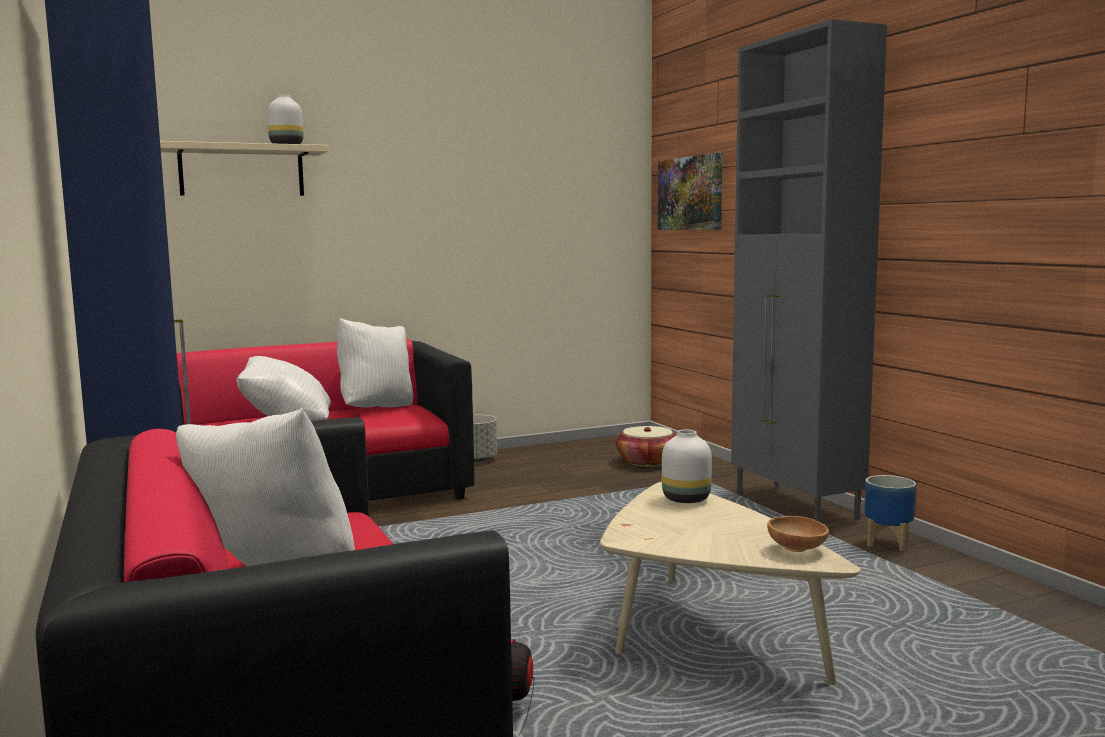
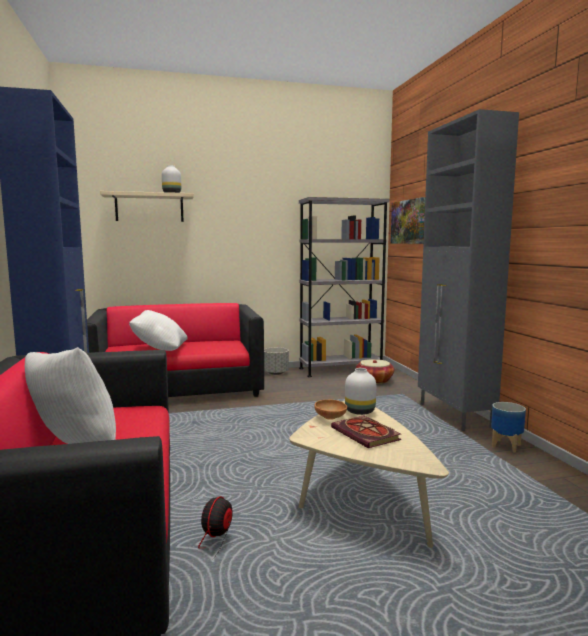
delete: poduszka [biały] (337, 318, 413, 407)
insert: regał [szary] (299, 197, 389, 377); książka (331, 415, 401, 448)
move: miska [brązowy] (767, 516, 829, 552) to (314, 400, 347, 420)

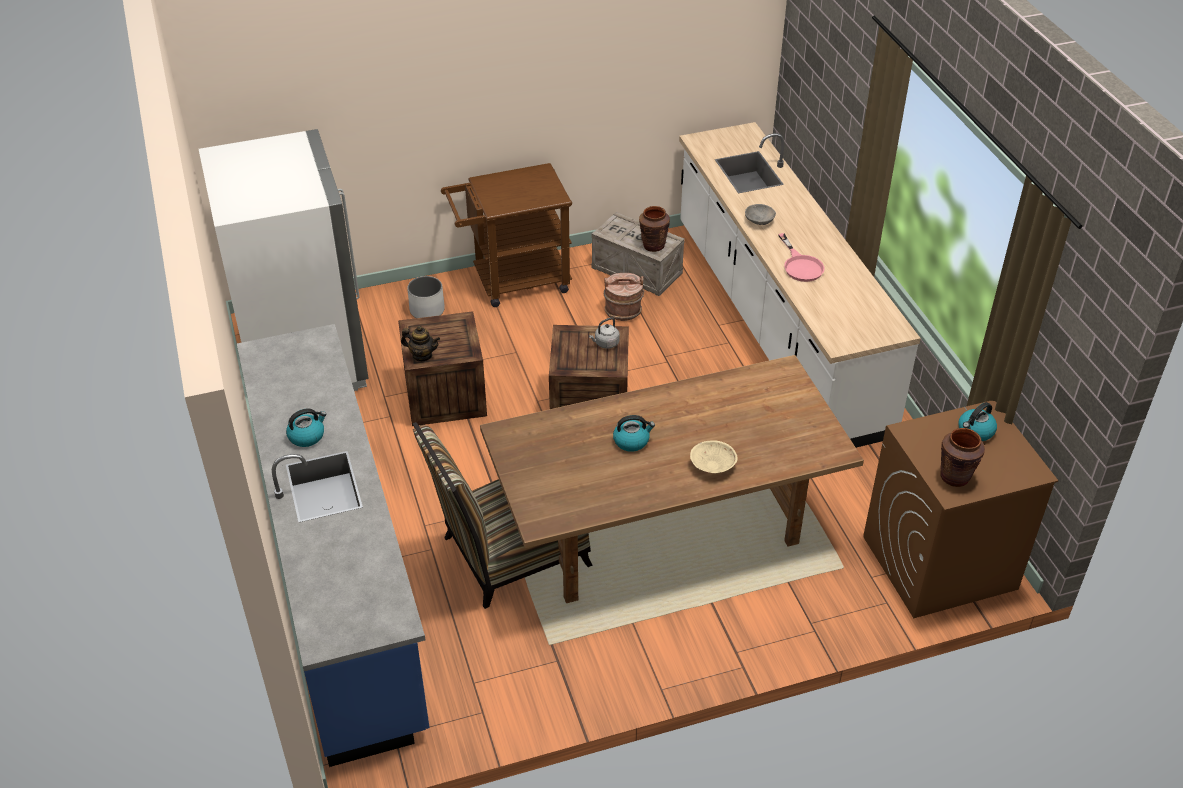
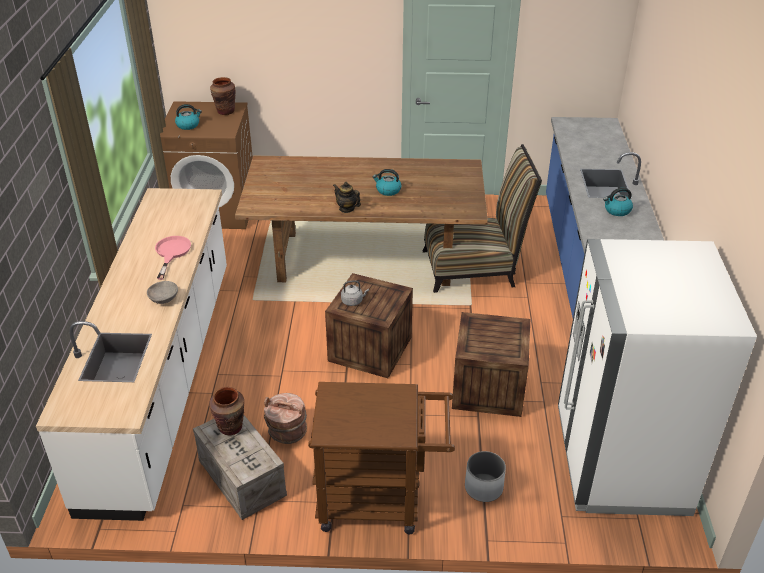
delete: miska [beżowy] (690, 440, 738, 473)
move: imbryk (401, 326, 440, 361) to (333, 182, 361, 213)

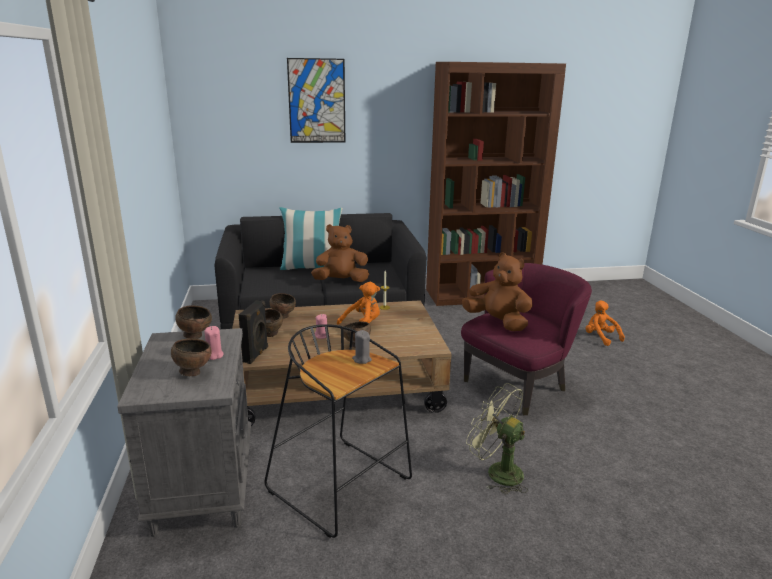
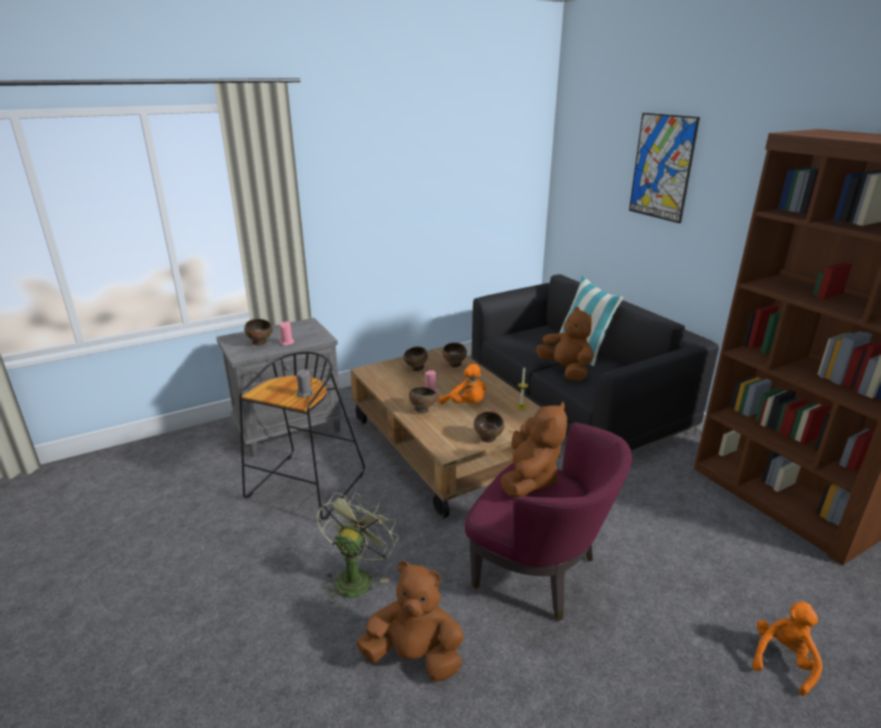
delete: głośnik [czarny] (239, 300, 268, 364)
insert: pluszak [brązowy] (356, 561, 464, 681)
move: miska [brązowy] (175, 305, 212, 339) to (474, 411, 505, 443)

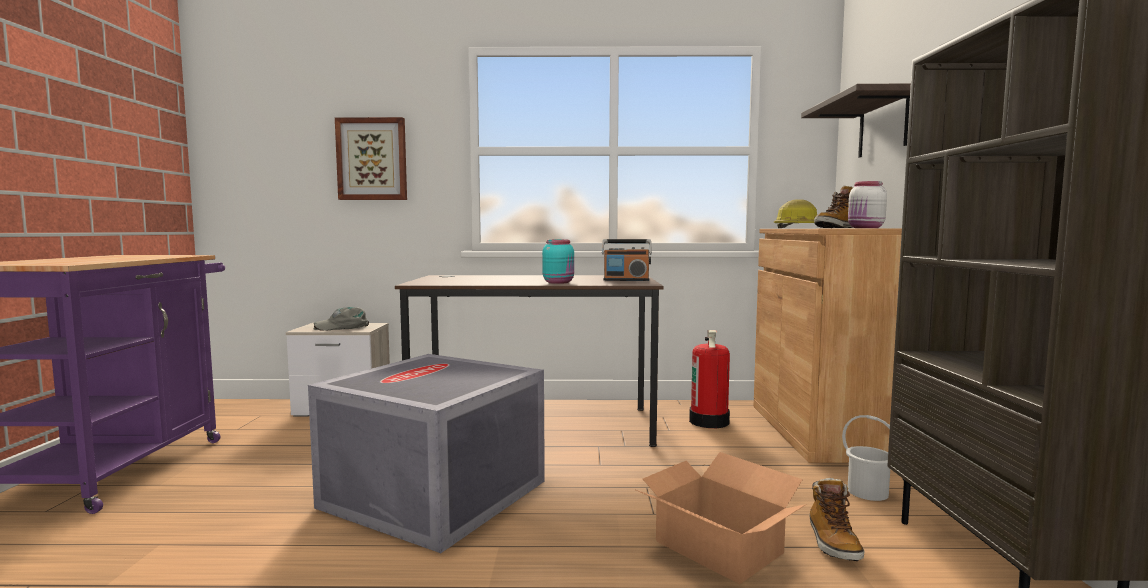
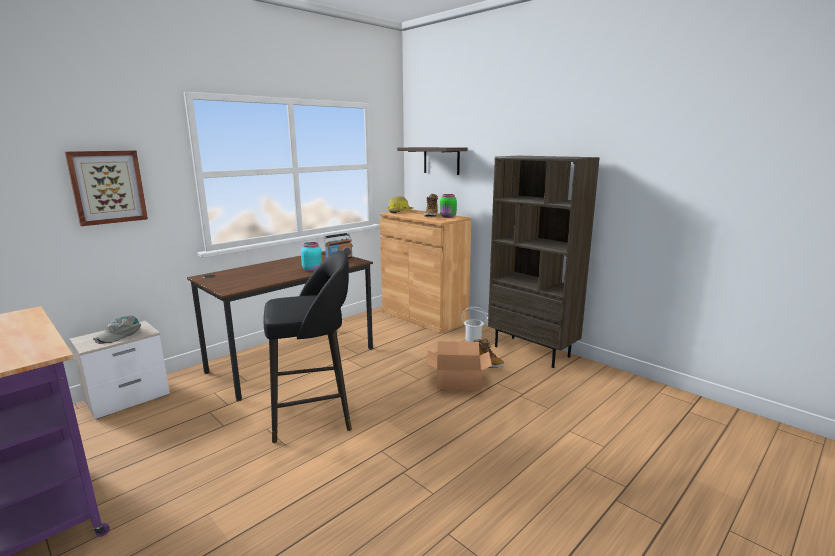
delete: gaśnica (689, 330, 730, 428)
replace: pojemnik do przechowywania [szary] (308, 354, 545, 553) to stołek [czarny] (263, 251, 352, 443)
recolor: słoik [biały] (848, 181, 887, 228) to słoik [zielony] (440, 194, 457, 218)

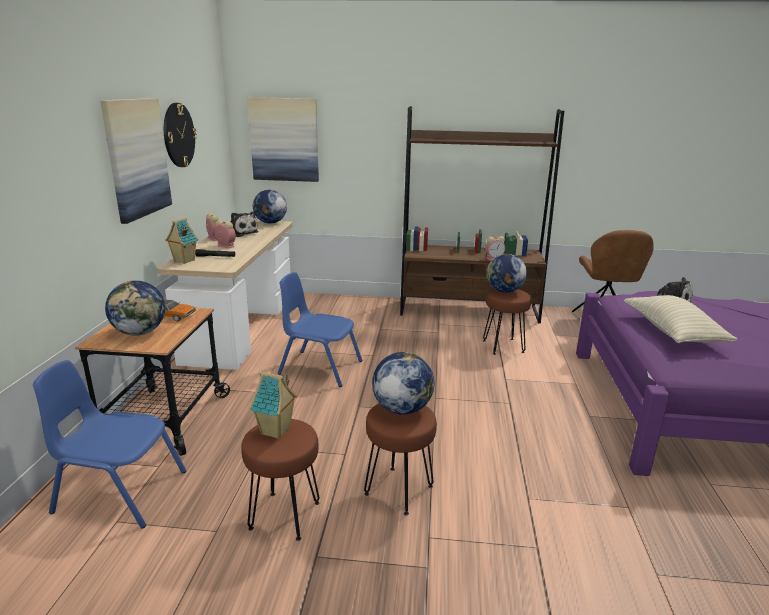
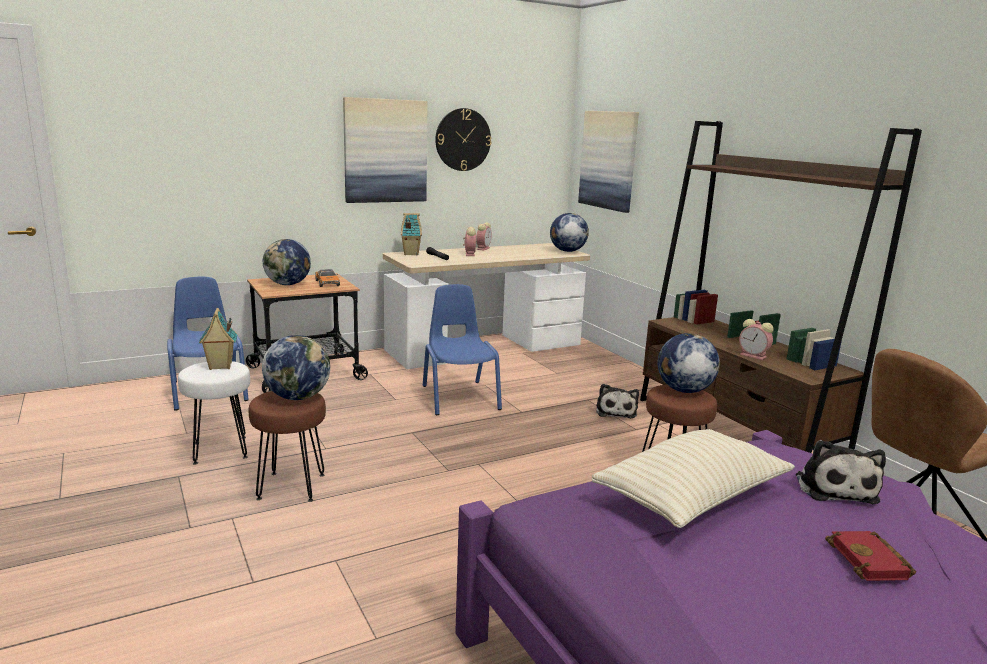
insert: książka [czerwony] (825, 531, 916, 581)
move: pluszak (230, 212, 259, 237) to (596, 384, 639, 418)
recolor: stołek [brązowy] (241, 419, 319, 541) to stołek [biały] (178, 361, 250, 465)

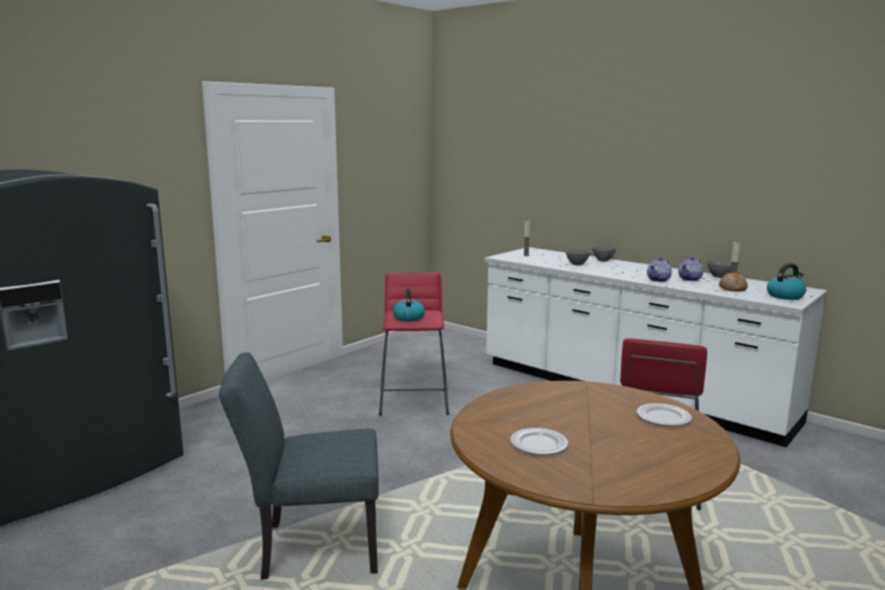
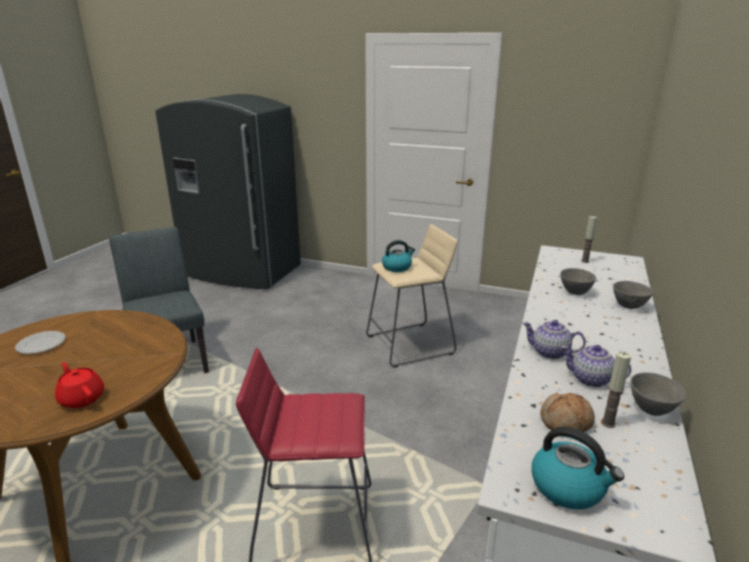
replace: talerz (637, 403, 692, 426) to imbryk [czerwony] (55, 362, 104, 408)
recolor: stołek [czerwony] (379, 272, 449, 416) to stołek [beżowy] (366, 224, 458, 368)

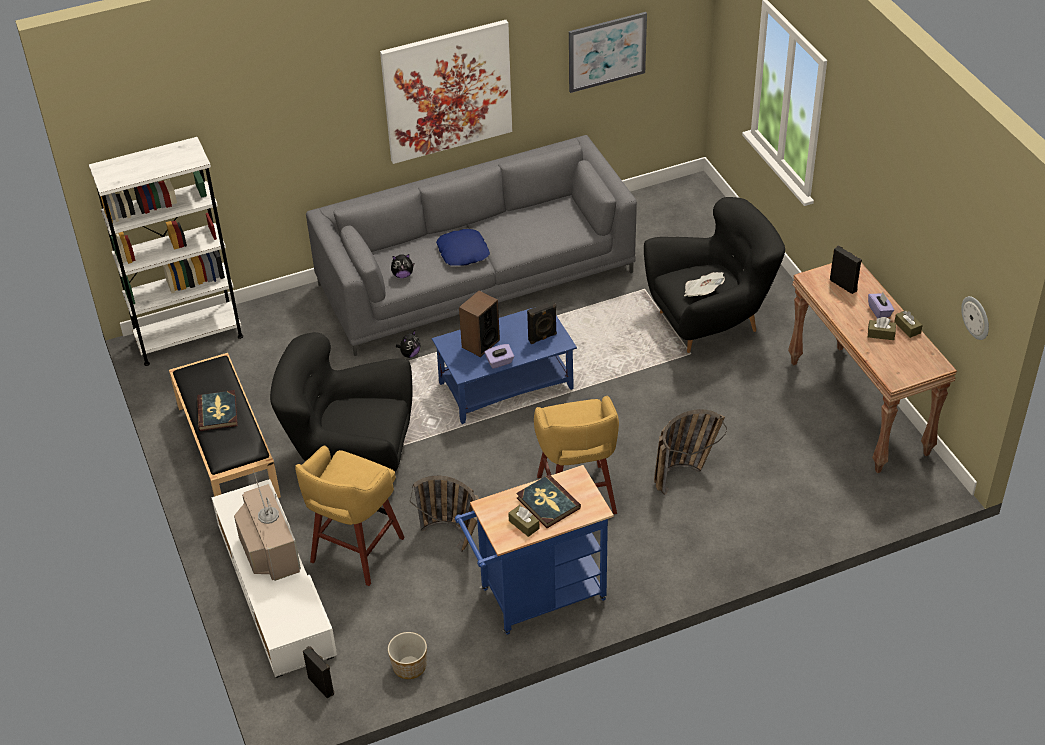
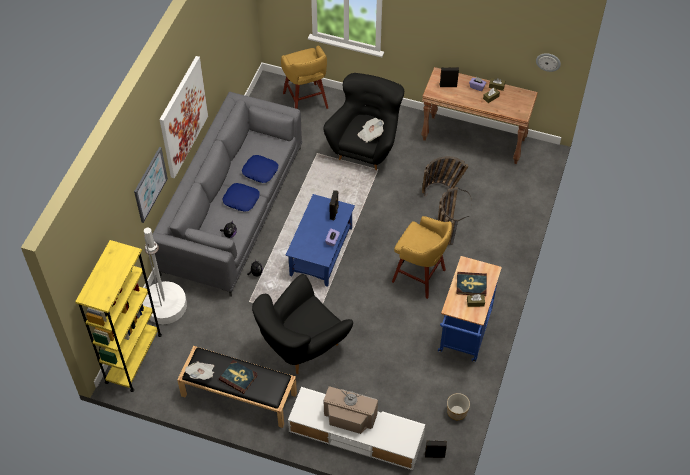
delete: głośnik (459, 290, 500, 357)
insert: lampa stojąca [biały] (143, 228, 187, 324); gazeta (185, 361, 214, 380); poduszka [niebieski] (242, 155, 278, 183)
move: obraz (569, 12, 647, 93) to (134, 147, 168, 223); stołek [żółty] (295, 446, 405, 586) to (281, 45, 328, 109); koszyk (410, 476, 479, 552) to (422, 156, 469, 196)
recolor: regał [biały] (89, 137, 243, 366) to regał [żółty] (75, 240, 162, 392)

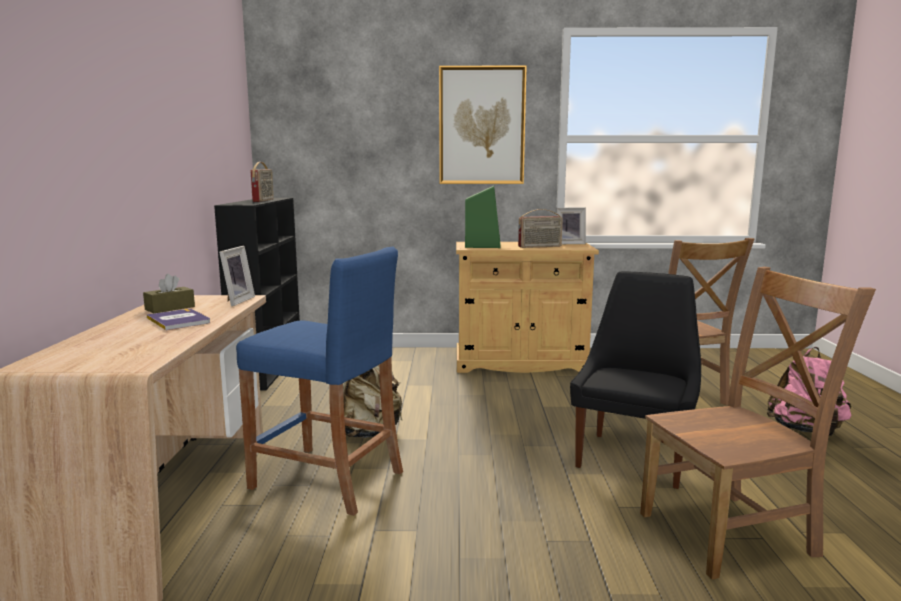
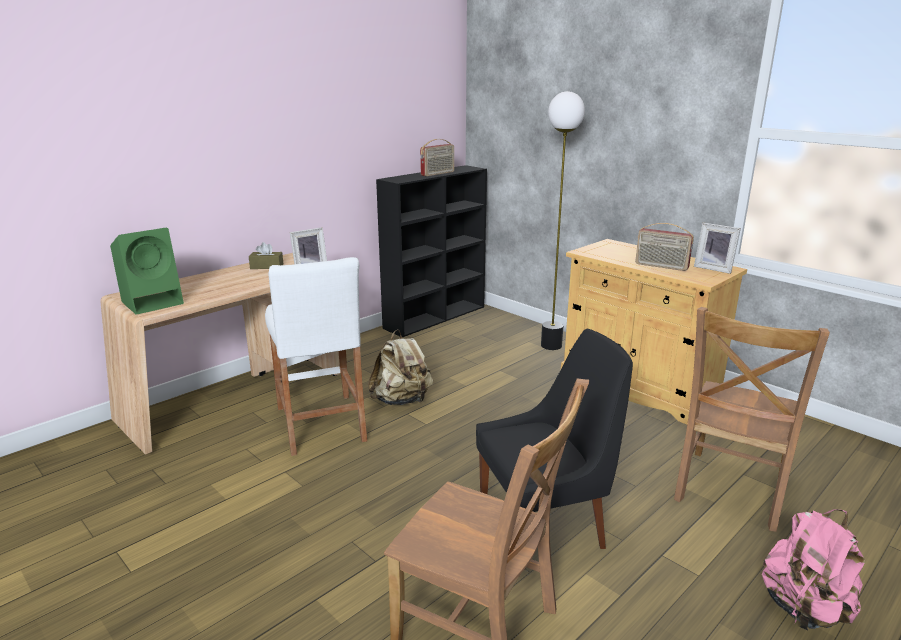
delete: książka (147, 309, 210, 330); obraz (439, 66, 527, 184)
insert: lampa stojąca (541, 91, 585, 350)
move: głośnik [zielony] (465, 186, 501, 248) to (110, 228, 184, 315)
recolor: stołek [niebieski] (236, 247, 403, 516) to stołek [biały] (265, 257, 367, 456)

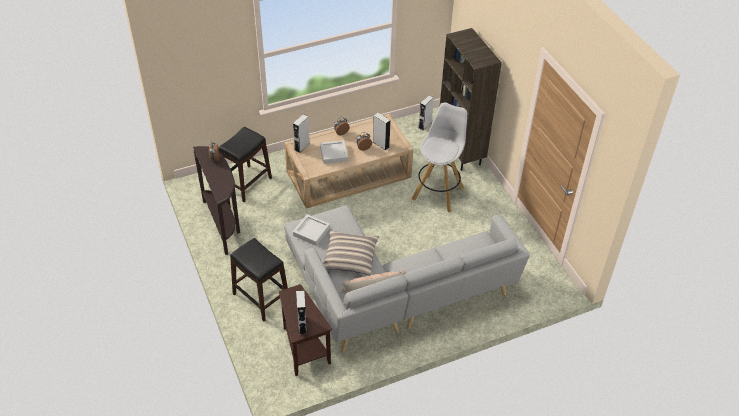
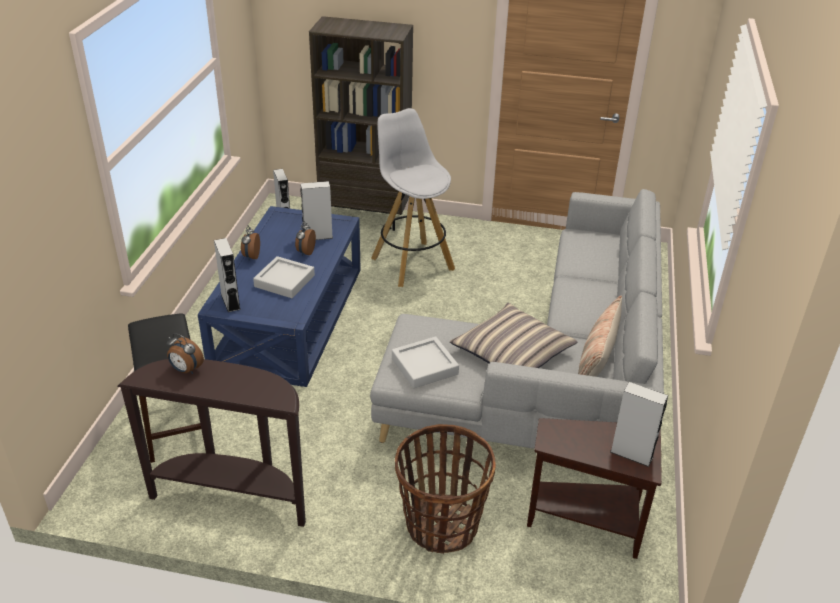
replace: stołek [czarny] (230, 238, 288, 321) to koszyk (395, 424, 496, 554)
recolor: ława [beżowy] (285, 114, 413, 209) to ława [niebieski] (198, 206, 361, 387)

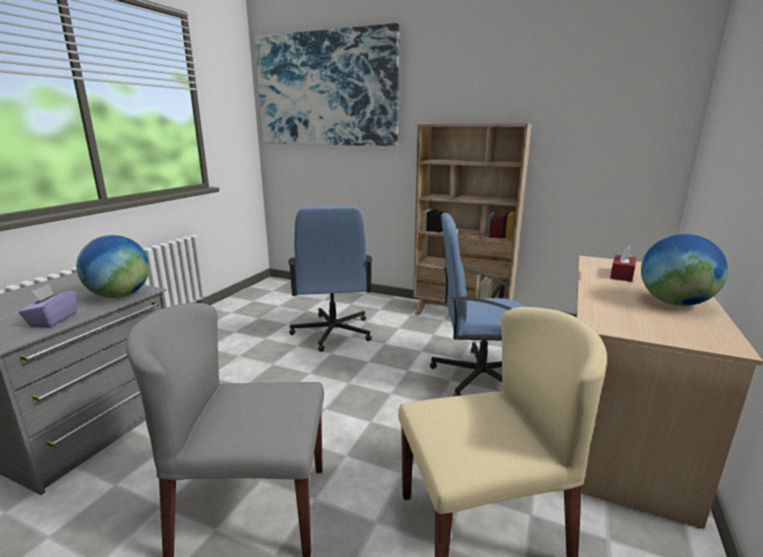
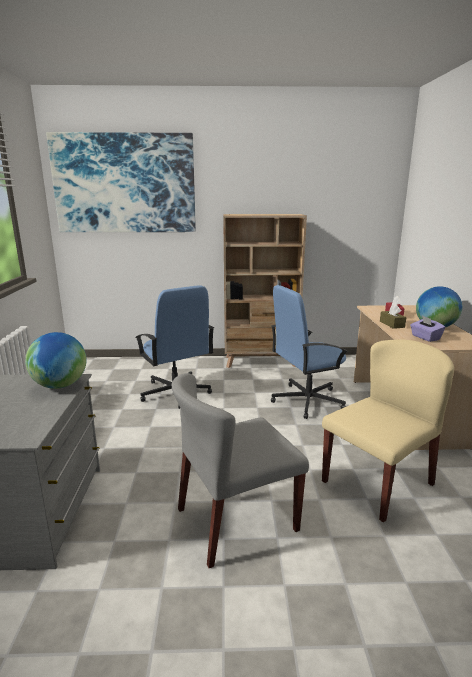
insert: pudełko chusteczek [brązowy] (380, 304, 406, 329)
move: pudełko chusteczek [fioletowy] (19, 284, 77, 327) to (410, 316, 445, 342)

